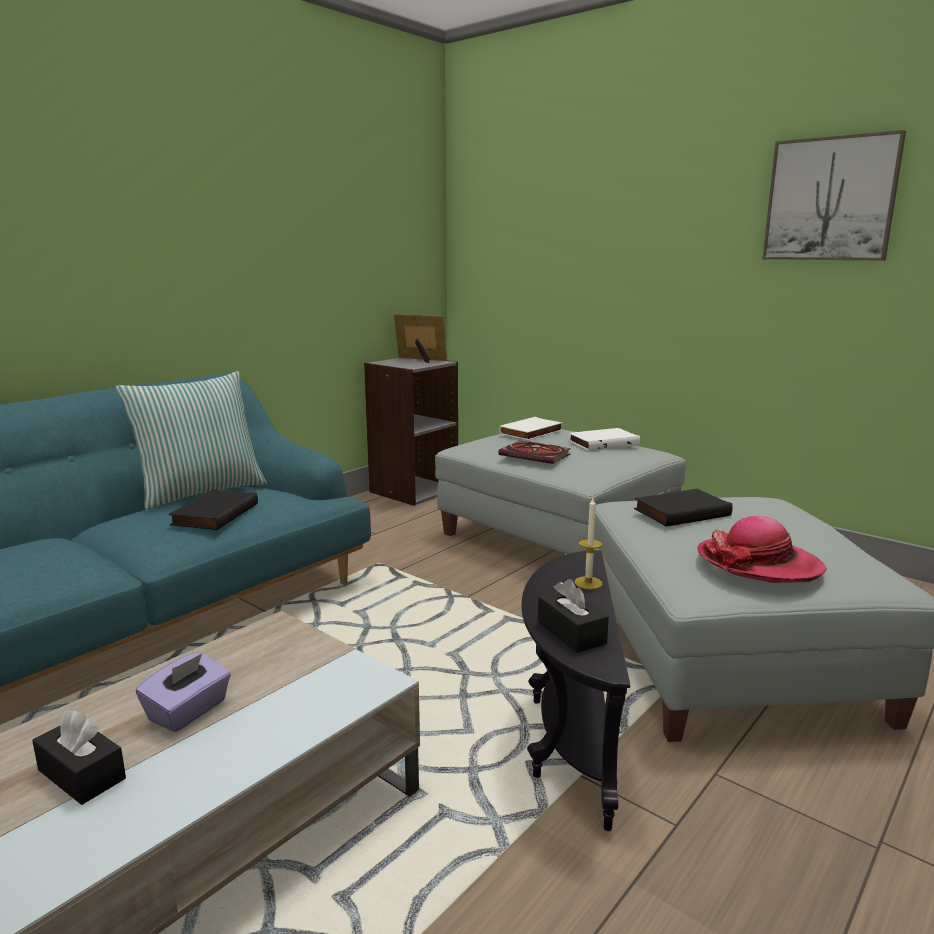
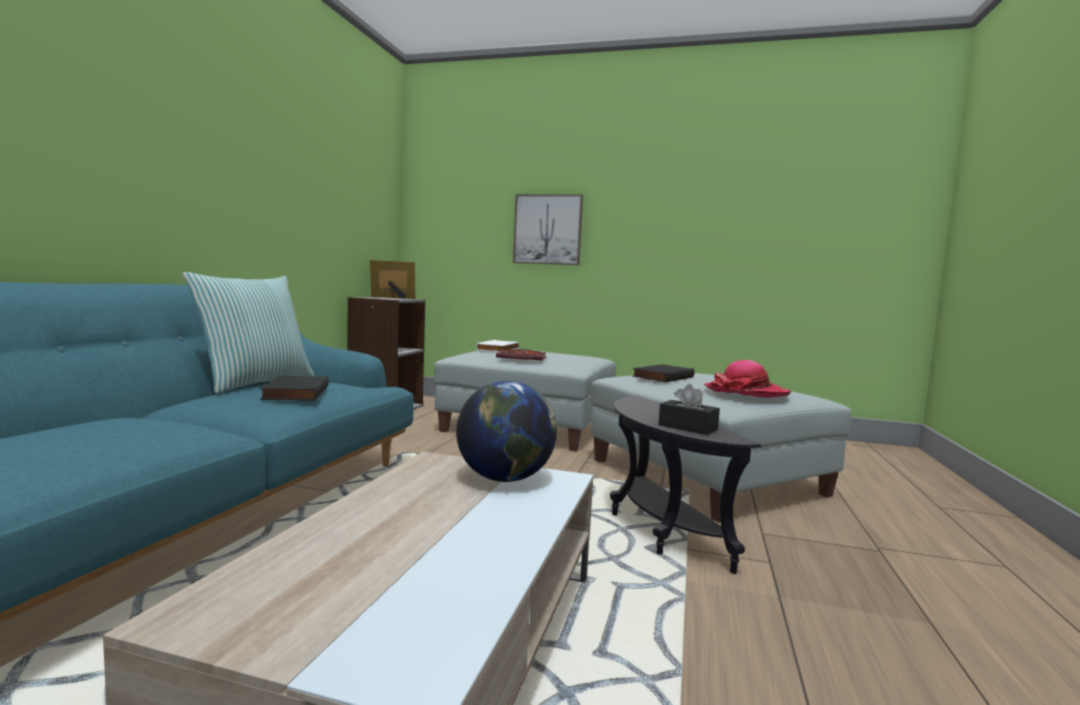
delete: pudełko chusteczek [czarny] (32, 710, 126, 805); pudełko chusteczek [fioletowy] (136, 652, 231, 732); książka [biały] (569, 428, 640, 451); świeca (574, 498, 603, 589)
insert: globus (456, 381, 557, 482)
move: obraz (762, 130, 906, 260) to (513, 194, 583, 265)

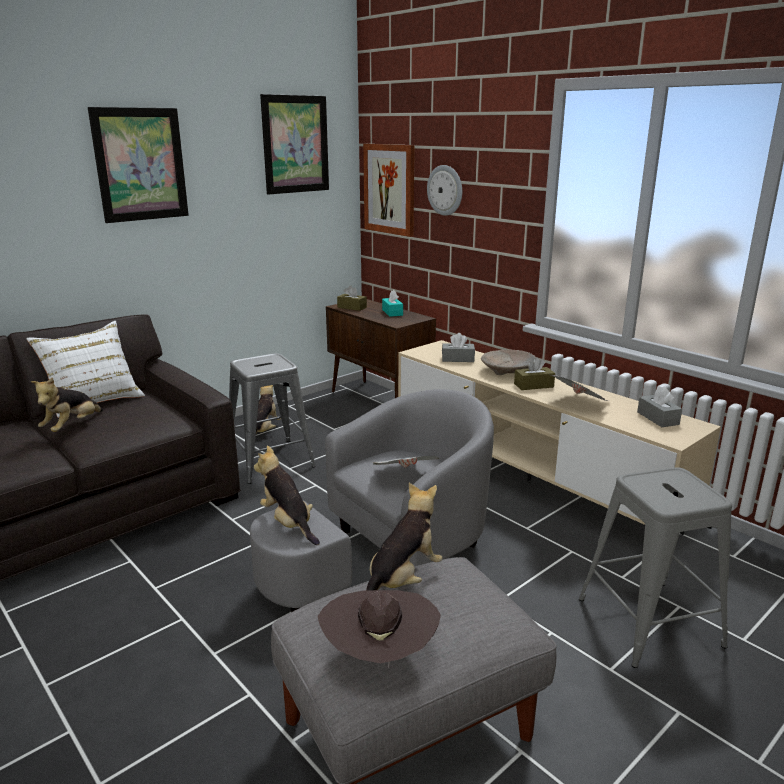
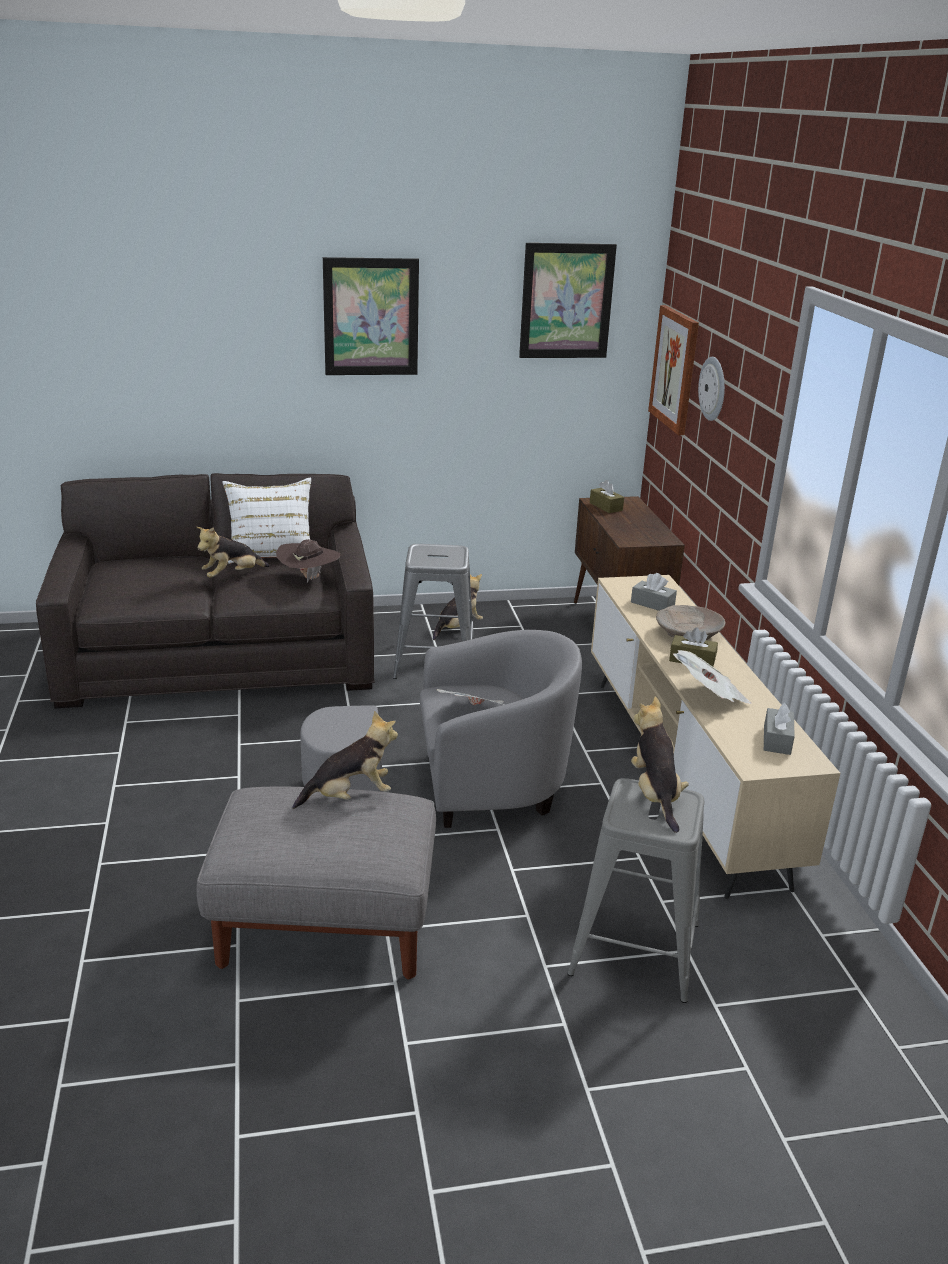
delete: pudełko chusteczek [turkusowy] (382, 290, 403, 317)
move: kapelusz [brązowy] (317, 590, 441, 668) to (276, 539, 340, 583); pluszak (254, 445, 320, 545) to (631, 697, 689, 833)

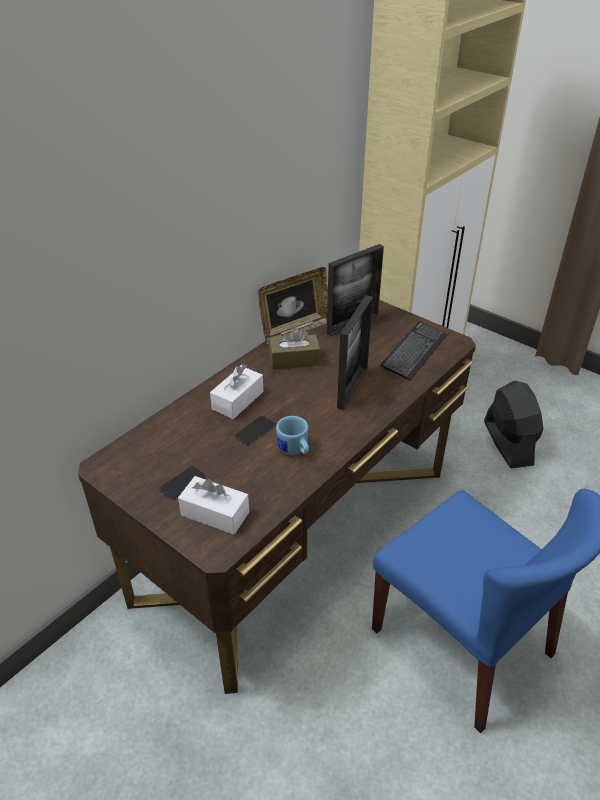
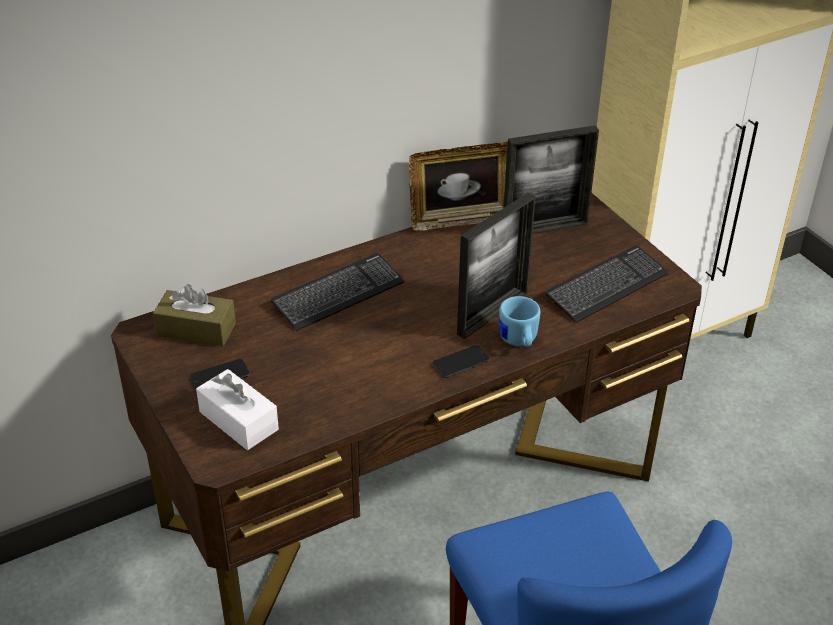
delete: wentylator [czarny] (484, 381, 543, 468)
move: pudełko chusteczek [brązowy] (269, 327, 320, 370) to (153, 284, 236, 346); telefon (235, 416, 275, 445) to (432, 345, 490, 378); kubek [niebieski] (276, 416, 309, 455) to (499, 296, 540, 347)
replace: pudełko chusteczek [biały] (210, 364, 263, 419) to klawiatura (271, 253, 404, 331)

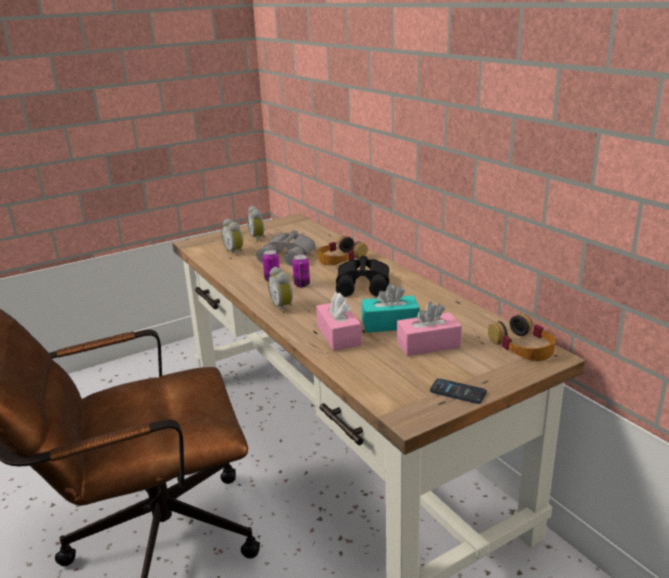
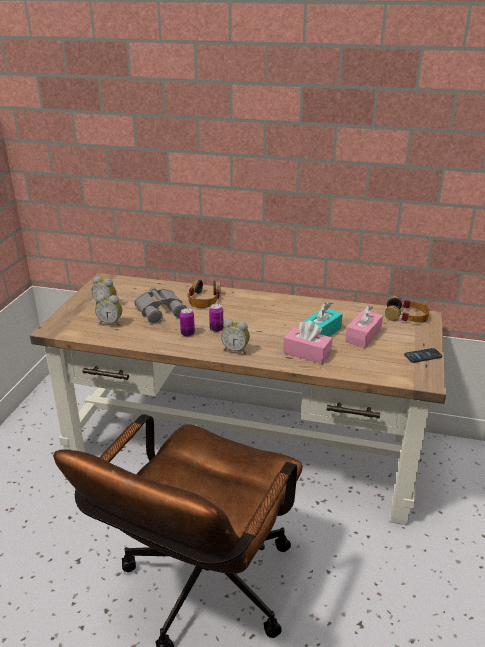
delete: lornetka [czarny] (336, 255, 389, 297)

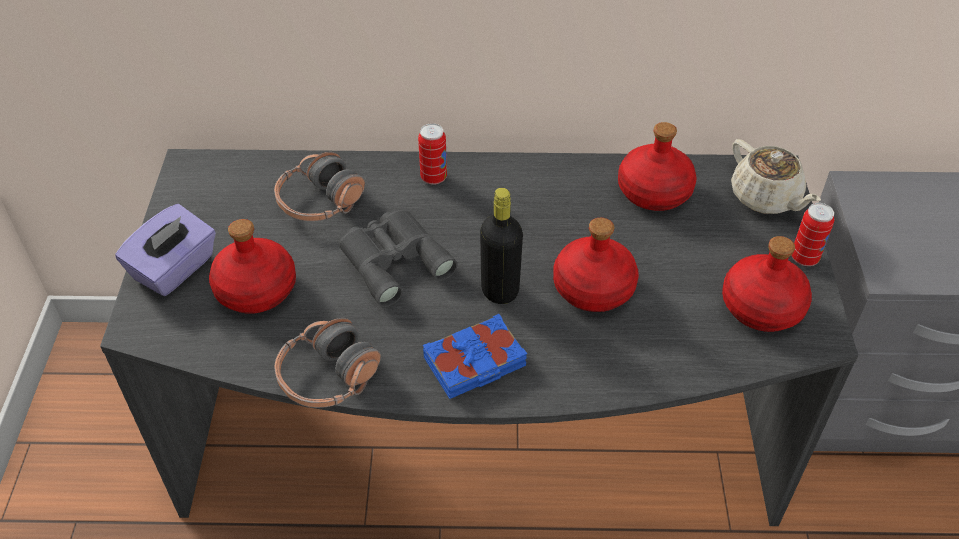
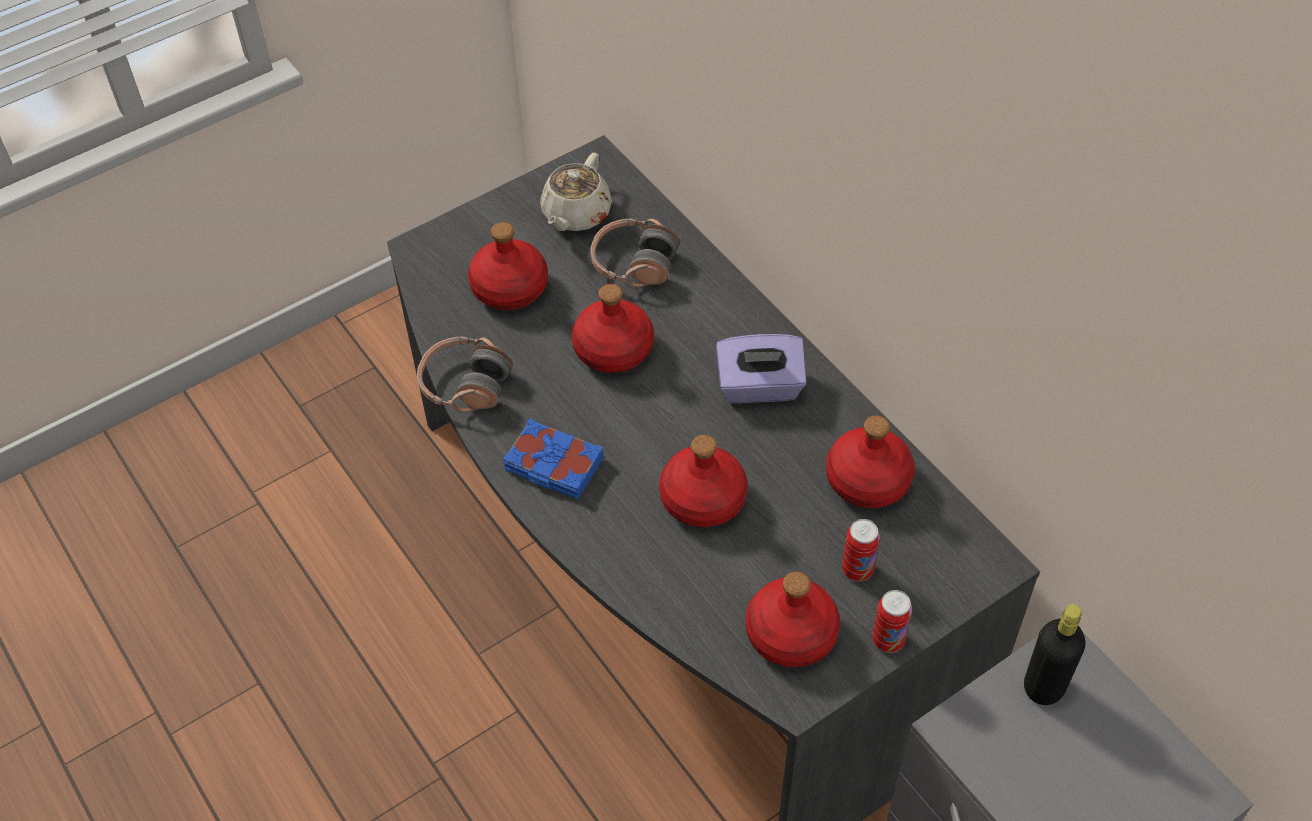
move: imbryk [beżowy] (731, 139, 821, 214) to (540, 153, 612, 231); pudełko chusteczek [fioletowy] (115, 204, 216, 296) to (716, 334, 807, 404); puszka (418, 123, 447, 185) to (842, 519, 880, 582); butelka [czarny] (480, 188, 523, 304) to (1024, 604, 1085, 705)
replace: lornetka [szary] (339, 210, 458, 307) to butelka [czerwony] (572, 284, 654, 373)

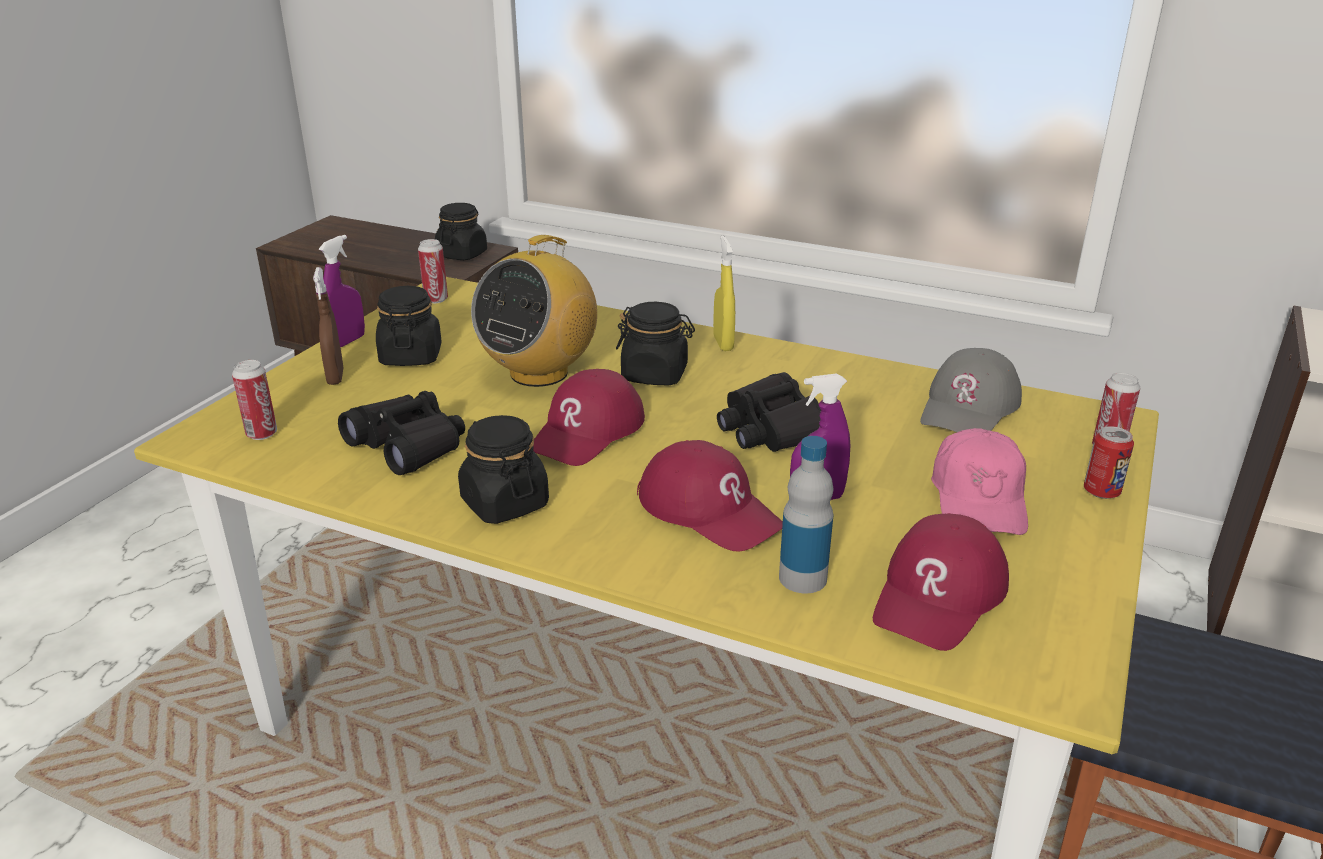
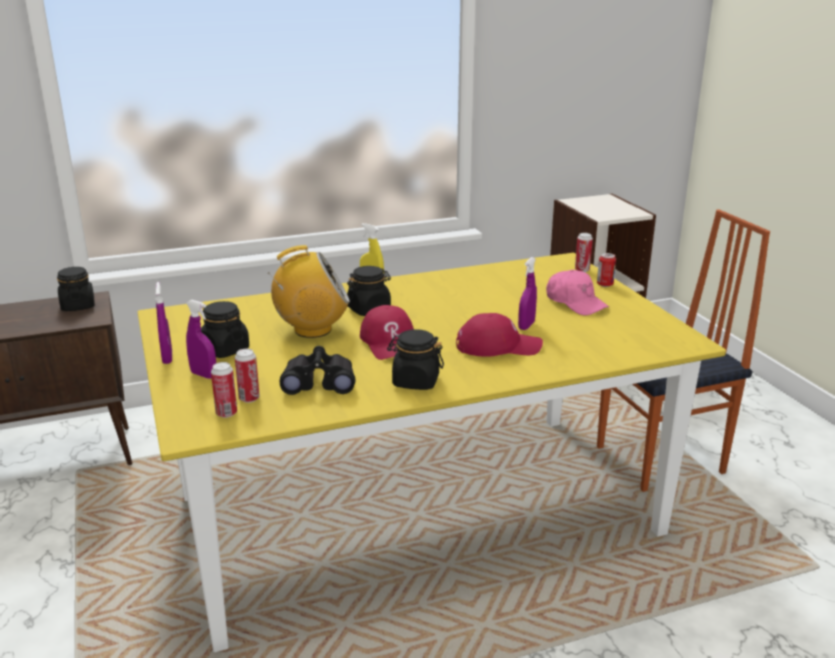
delete: lornetka [czarny] (717, 372, 821, 452); butelka (779, 436, 833, 594); czapka z daszkiem [czerwony] (873, 513, 1009, 651); czapka z daszkiem [szary] (920, 348, 1022, 432)
move: puszka (418, 239, 448, 303) to (235, 349, 260, 403)
recolor: spryskiwacz [brązowy] (313, 267, 344, 385) to spryskiwacz [fioletowy] (186, 300, 216, 379)
rotate: radio (471, 235, 597, 387) = (268, 245, 350, 338) 90 degrees counterclockwise

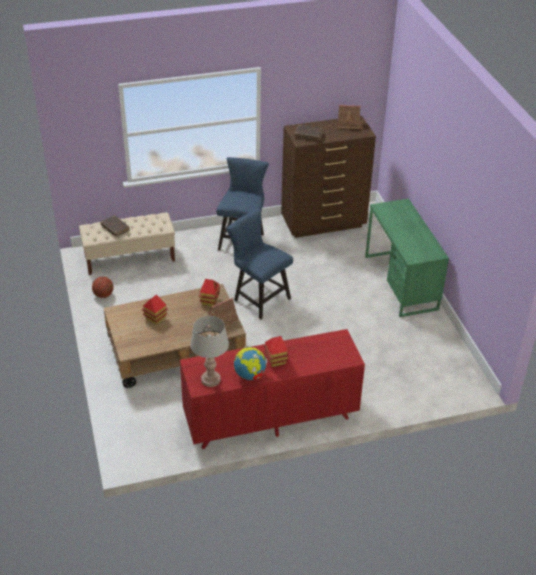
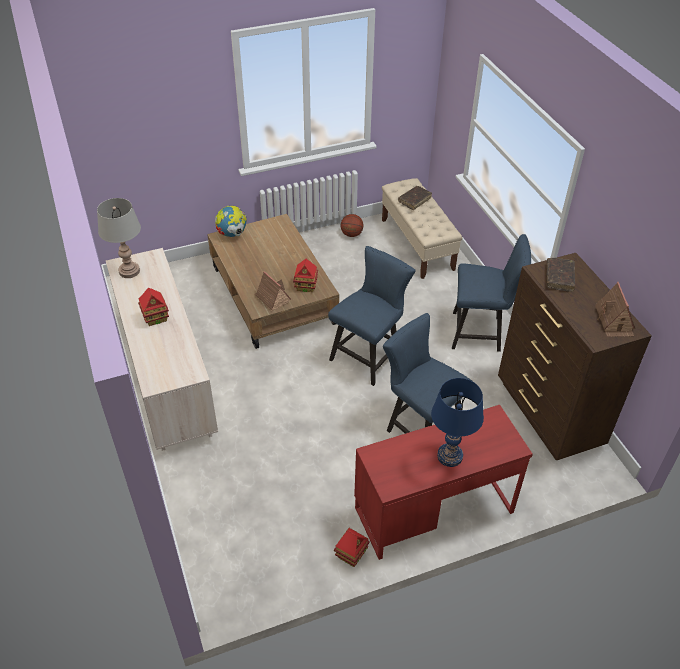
insert: krzesło [niebieski] (383, 313, 472, 434); lampa stołowa [niebieski] (431, 378, 484, 467)
move: globus (234, 346, 267, 380) to (215, 206, 247, 237); domek (142, 295, 168, 325) to (334, 528, 370, 567)
recolor: komoda [czerwony] (180, 329, 365, 449) to komoda [beżowy] (106, 248, 218, 451); biurko [zielony] (365, 199, 449, 317) to biurko [czerwony] (354, 405, 533, 560)

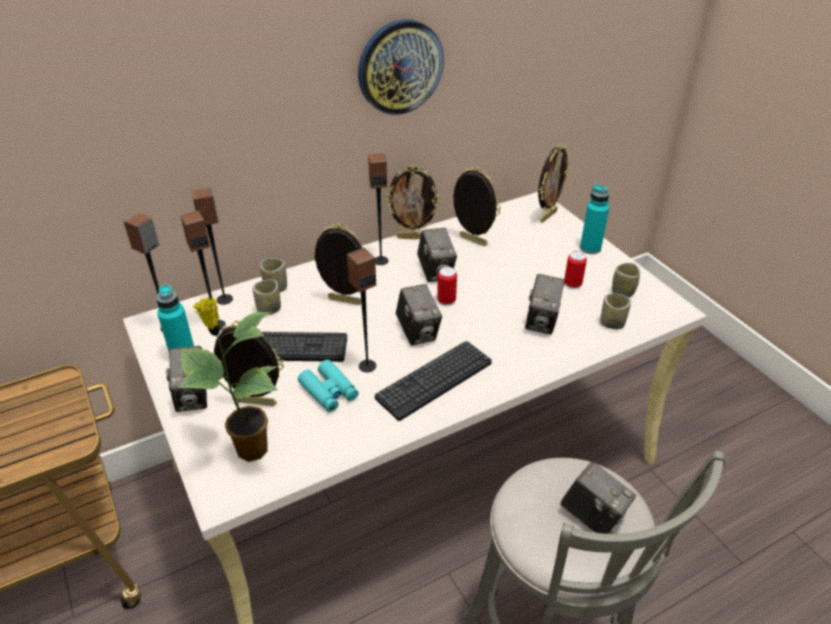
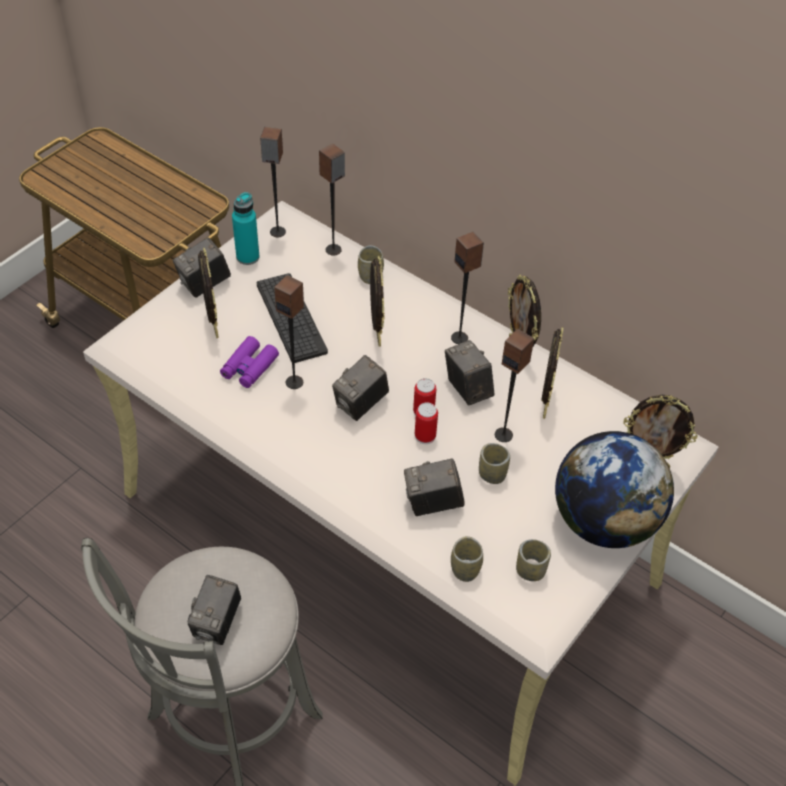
delete: roślina doniczkowa (178, 297, 278, 462); zegar ścienny (358, 19, 444, 115); klawiatura (375, 341, 492, 421)
move: puszka (564, 251, 587, 290) to (415, 402, 438, 444); filiżanka (252, 279, 281, 315) to (479, 443, 510, 484); głośnik (180, 211, 226, 330) to (495, 329, 534, 442)
replace: butelka [turkusowy] (580, 184, 609, 254) to globus (555, 431, 674, 548)
recolor: lornetka [turkusowy] (298, 360, 359, 412) to lornetka [fioletowy] (220, 336, 279, 388)
rotate: aparat fotograficzny (417, 228, 457, 282) = (445, 340, 494, 405) 105 degrees clockwise

